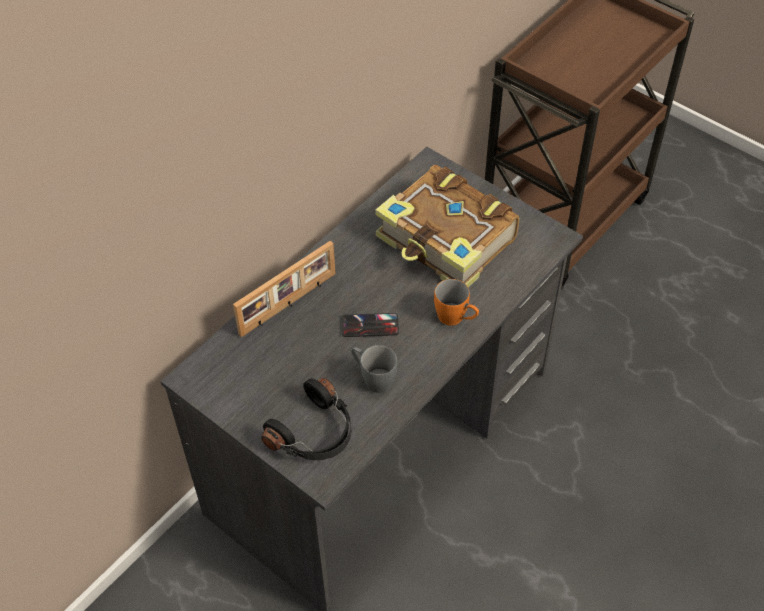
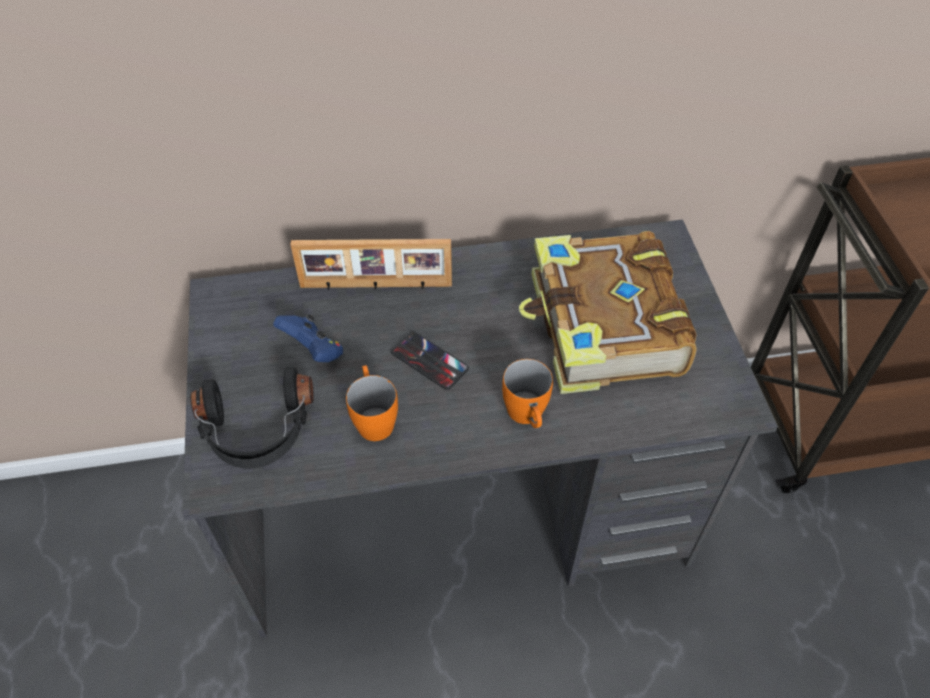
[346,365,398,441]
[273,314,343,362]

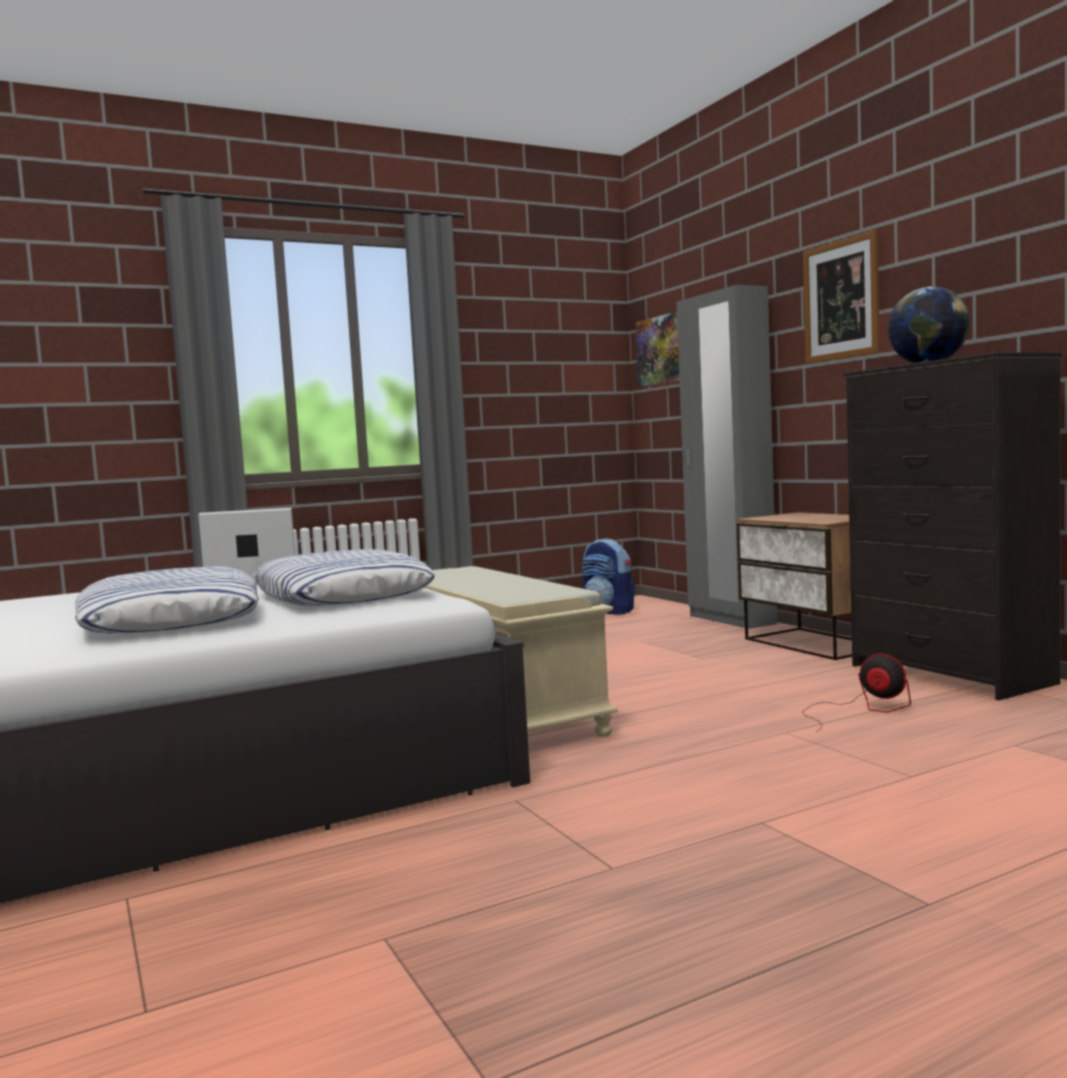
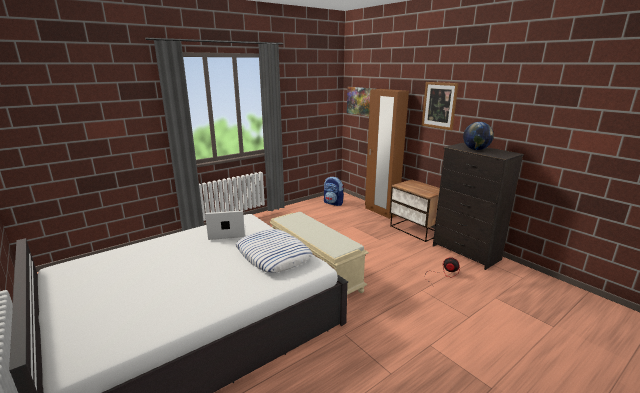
[365,89,409,219]
[75,566,259,633] (first image)

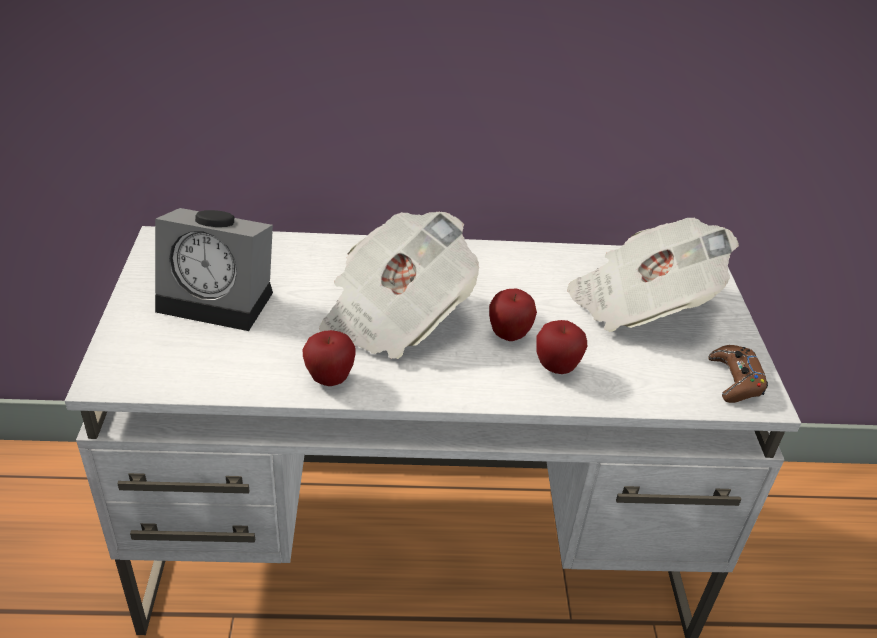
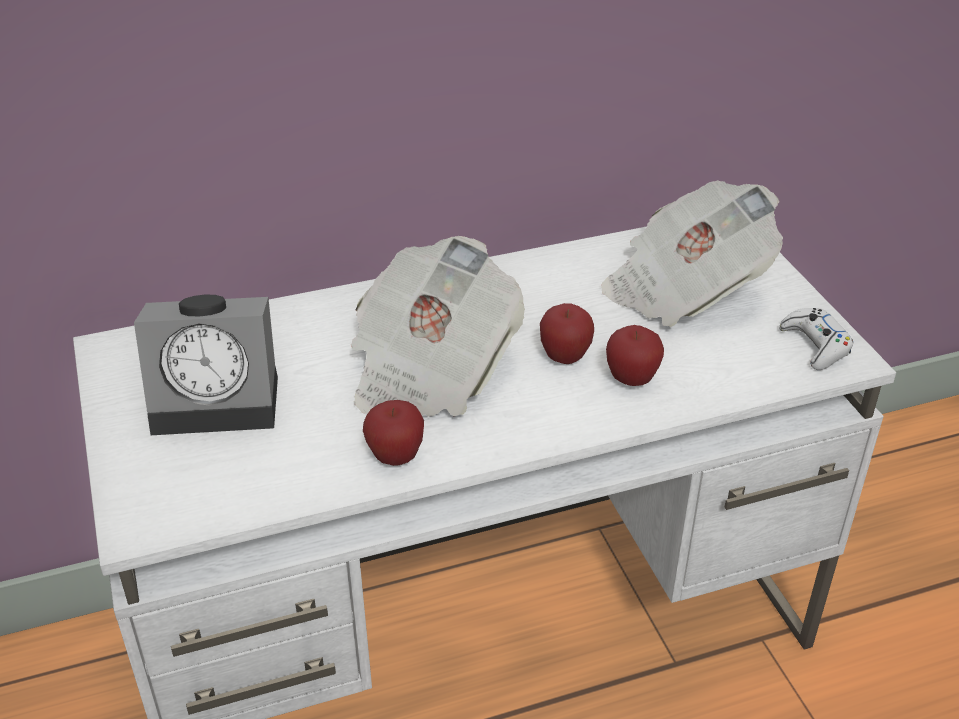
[779,308,853,370]

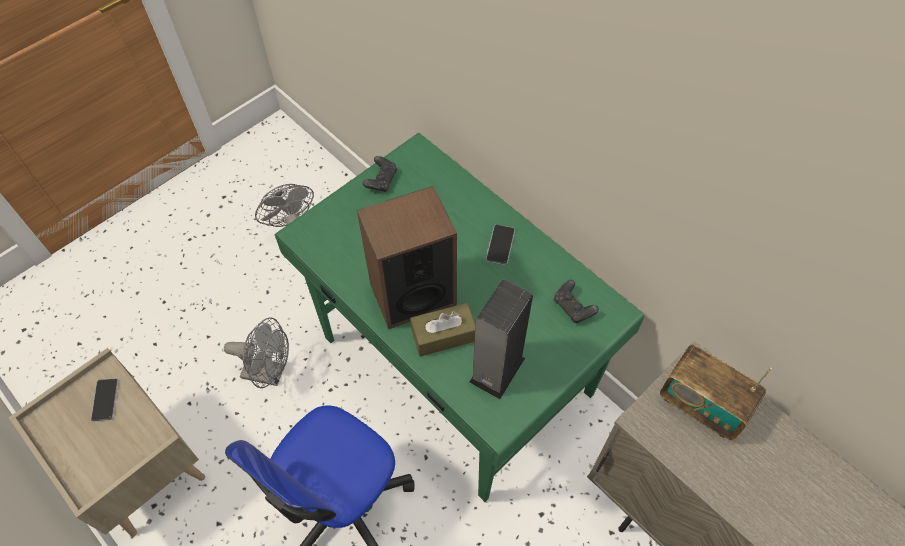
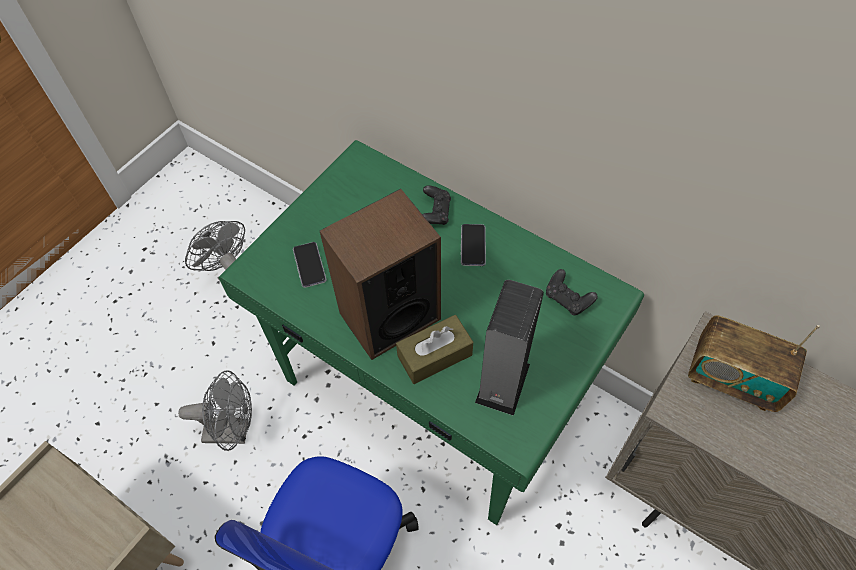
[422,186,451,225]
[293,242,327,288]

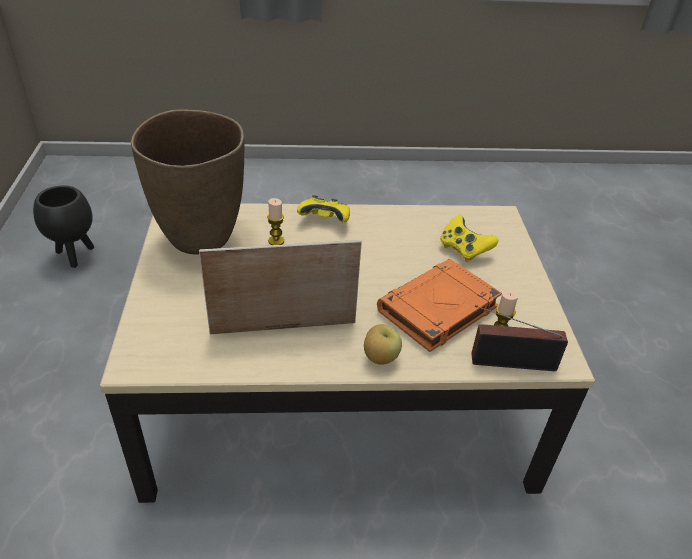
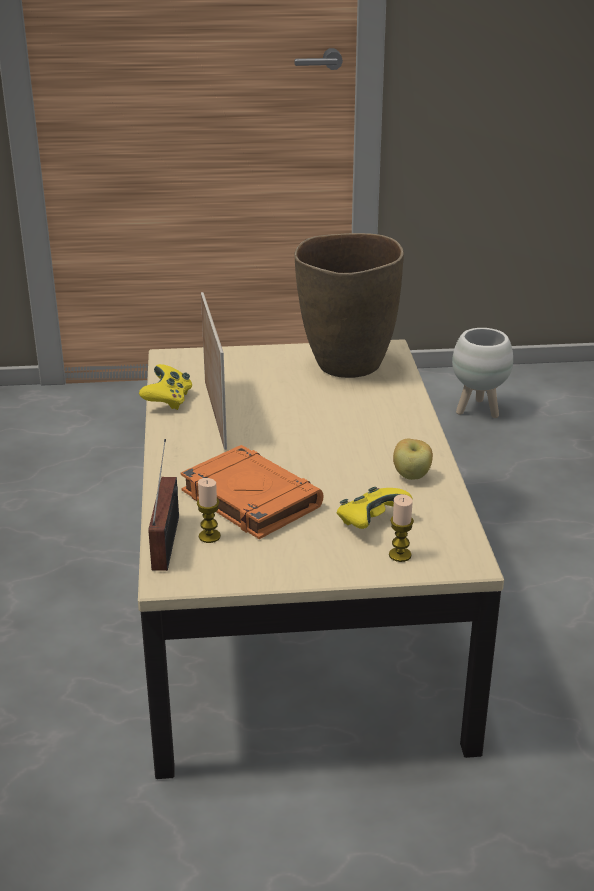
[452,328,513,418]
[139,364,192,410]
[389,494,414,562]
[393,439,433,480]

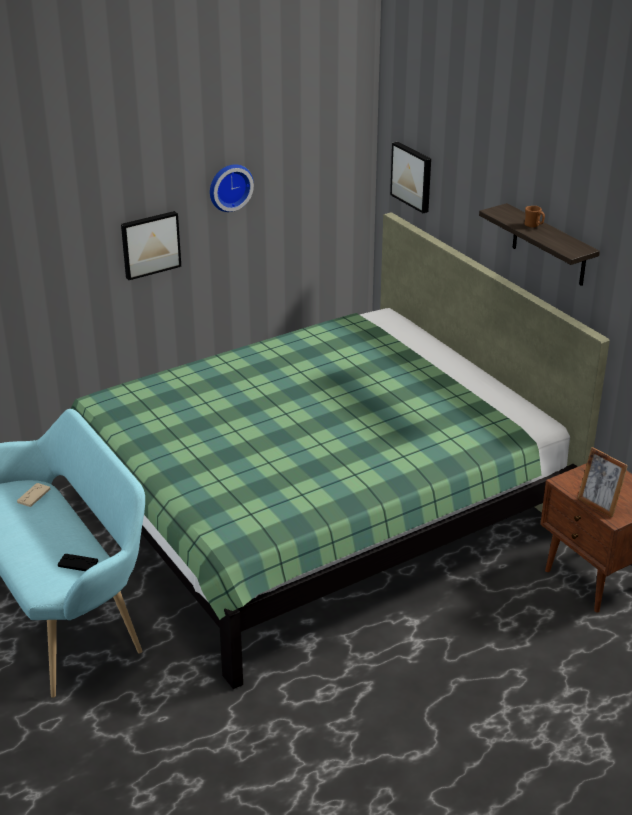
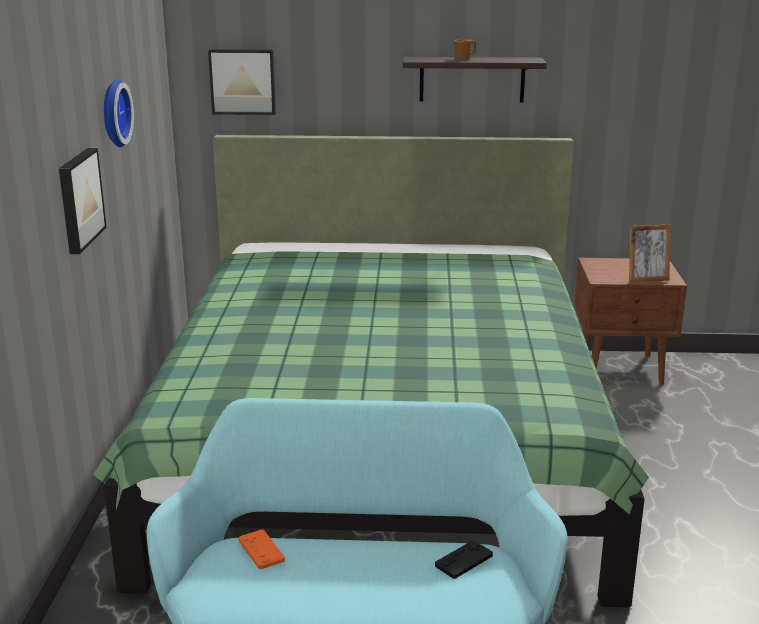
[238,529,285,569]

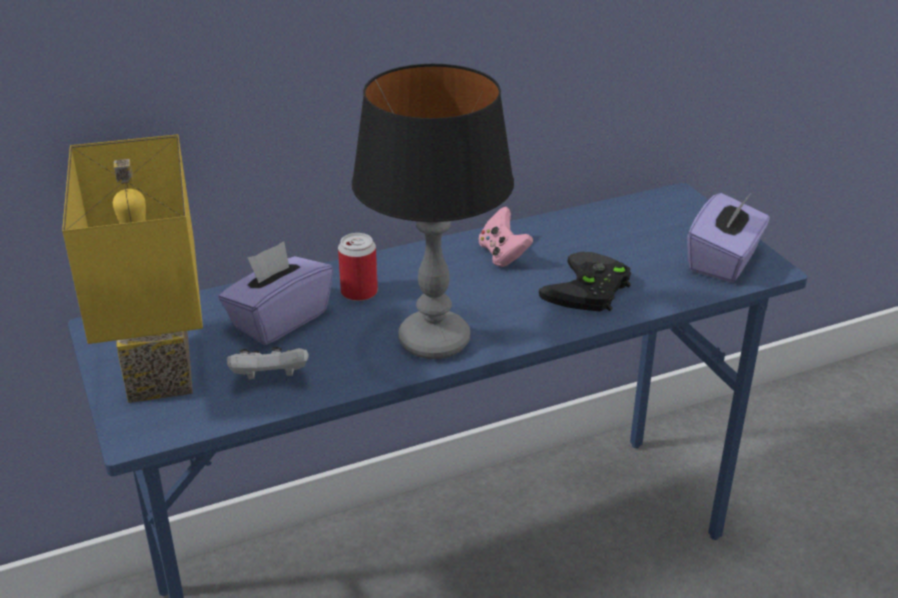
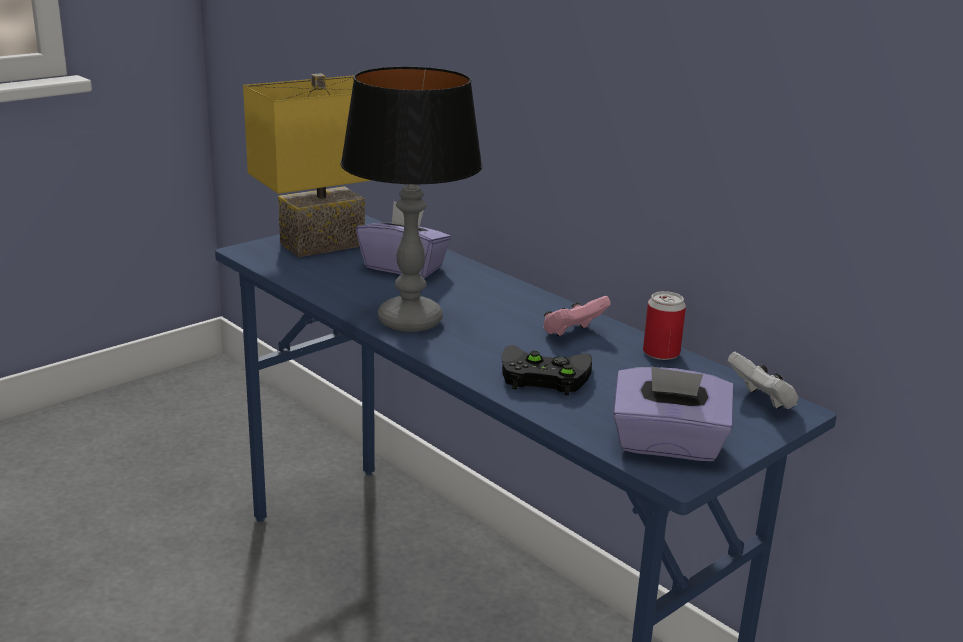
[643,291,686,360]
[727,352,798,409]

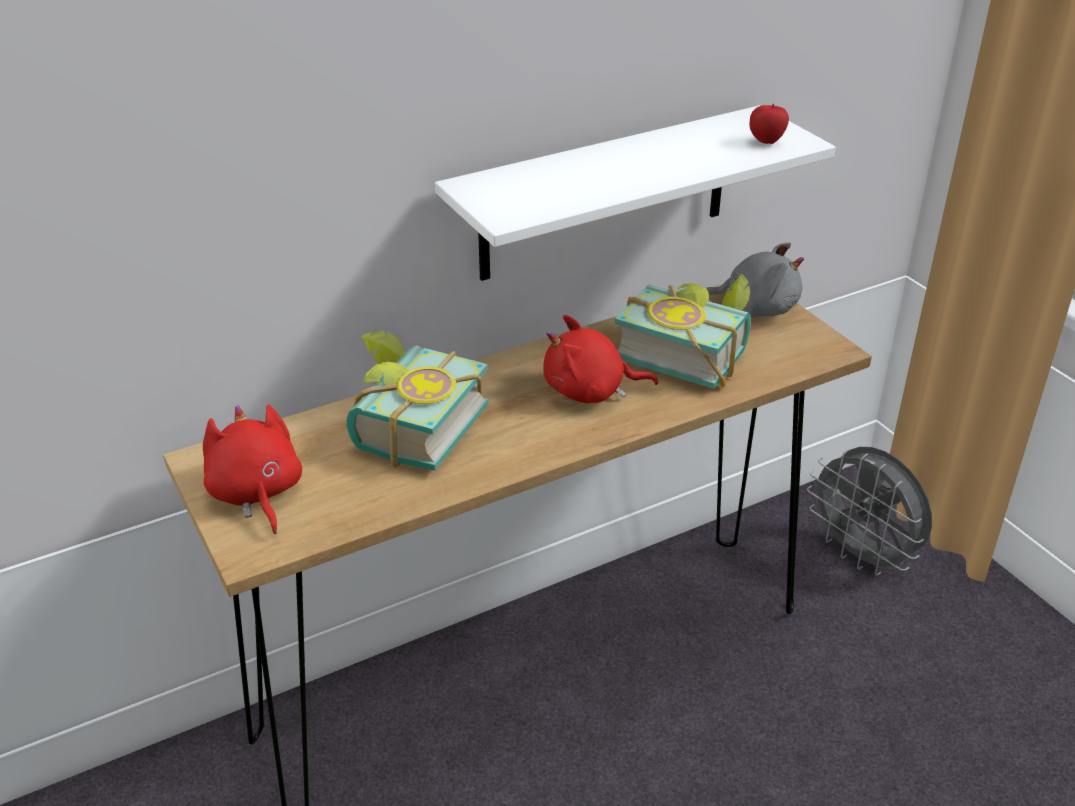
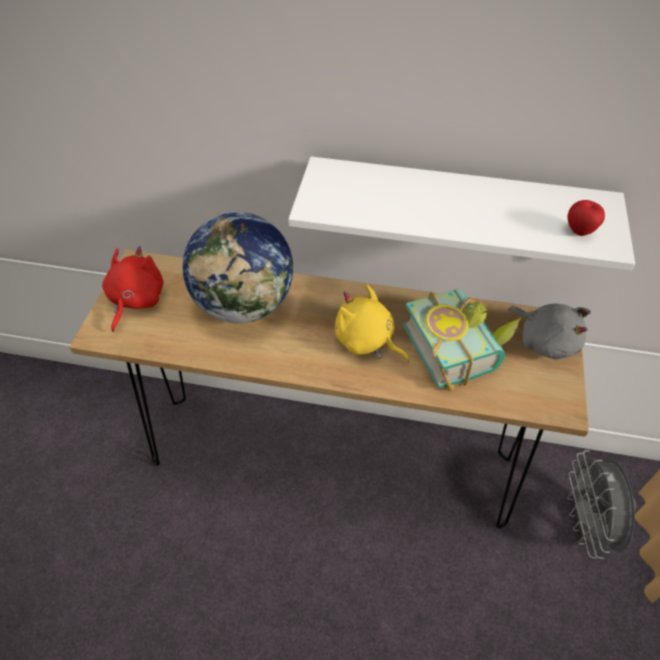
[335,285,409,362]
[182,212,293,323]

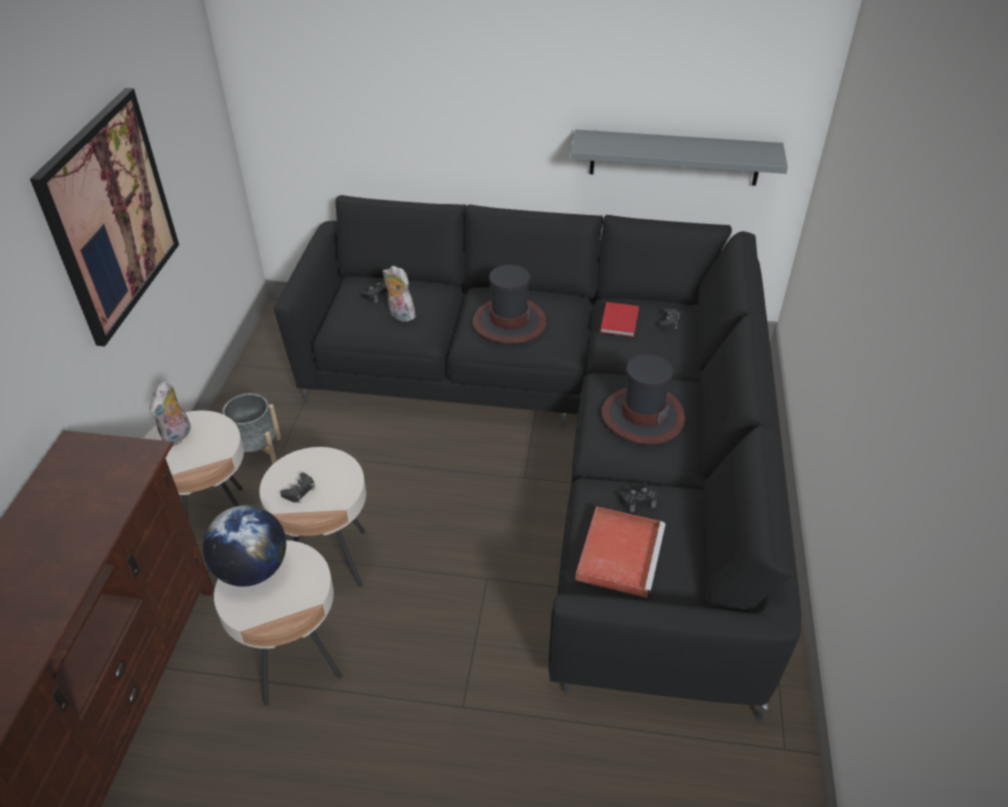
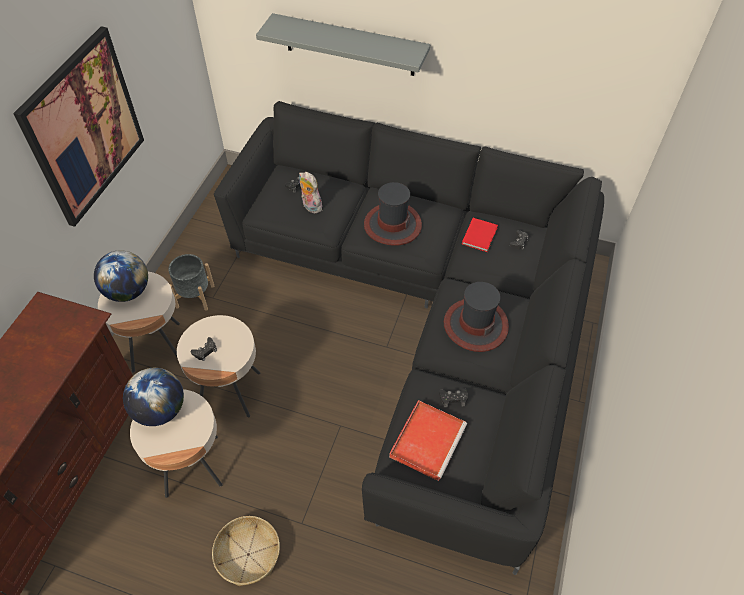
[256,13,430,76]
[94,250,148,302]
[212,516,280,586]

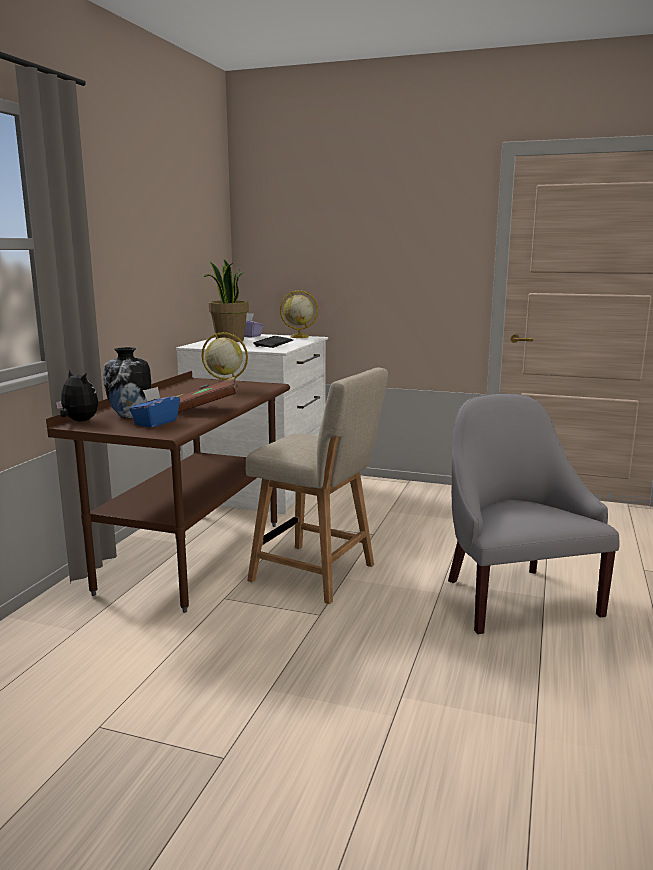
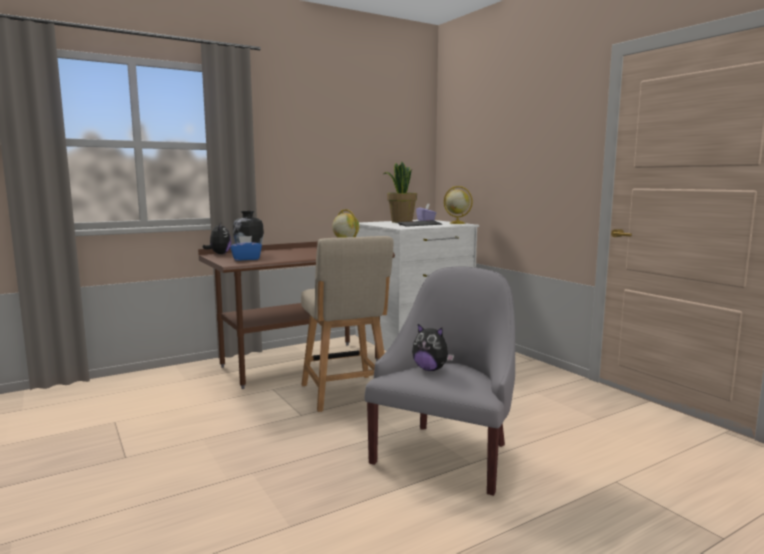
[175,377,238,413] (first image)
[412,324,454,371]

